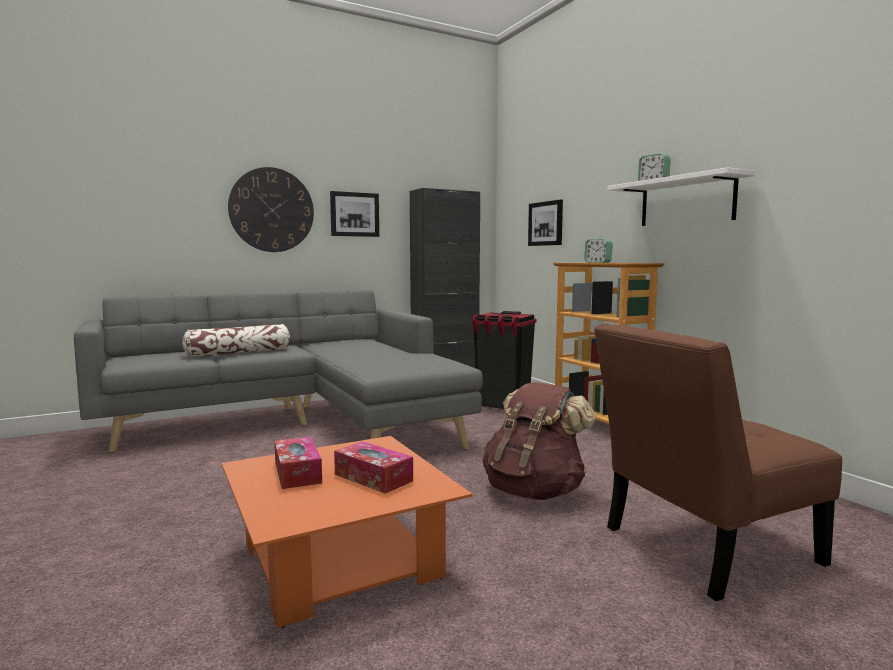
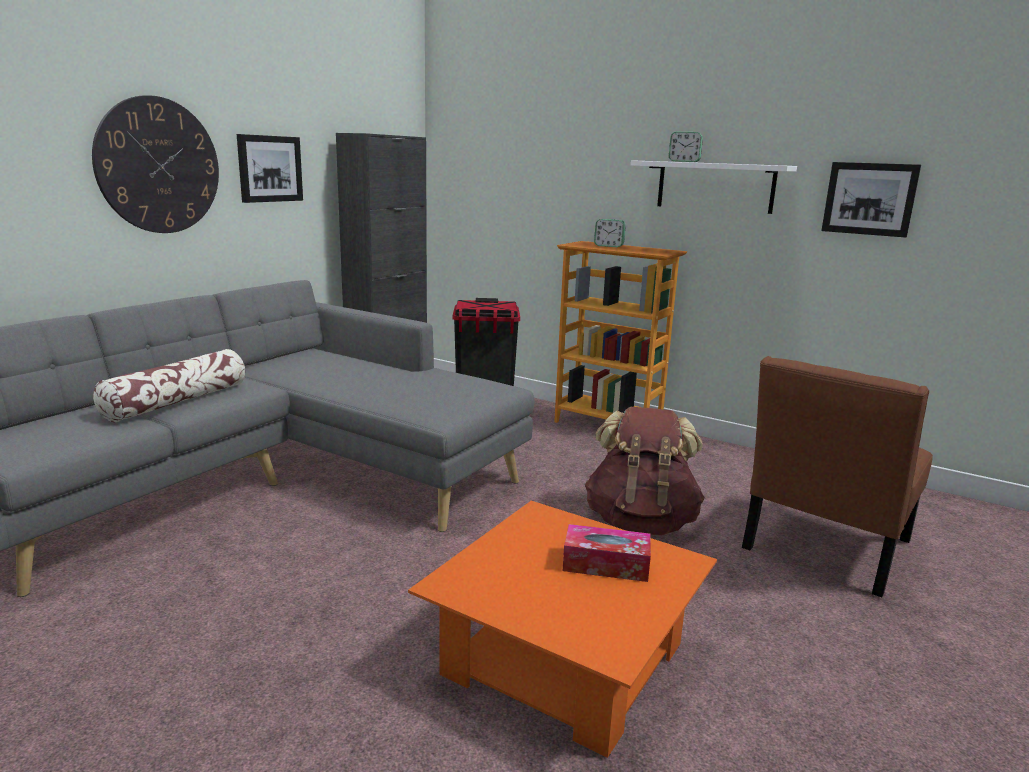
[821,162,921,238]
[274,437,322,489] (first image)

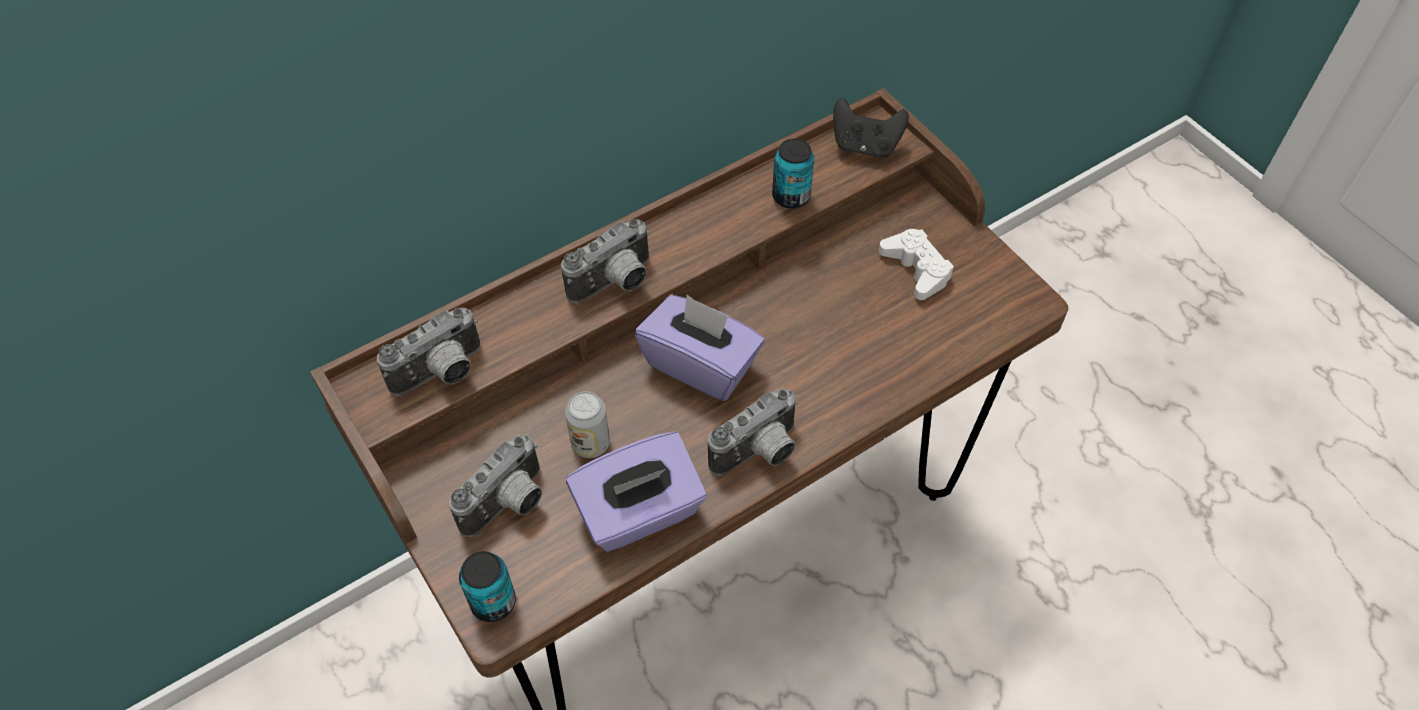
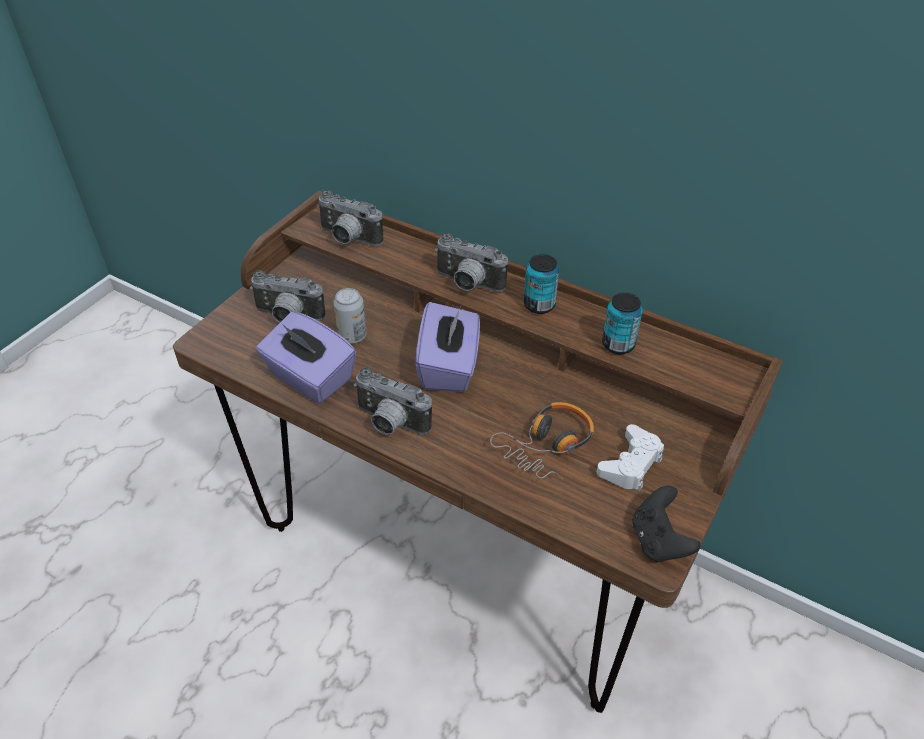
[632,485,701,562]
[524,254,559,314]
[490,402,594,479]

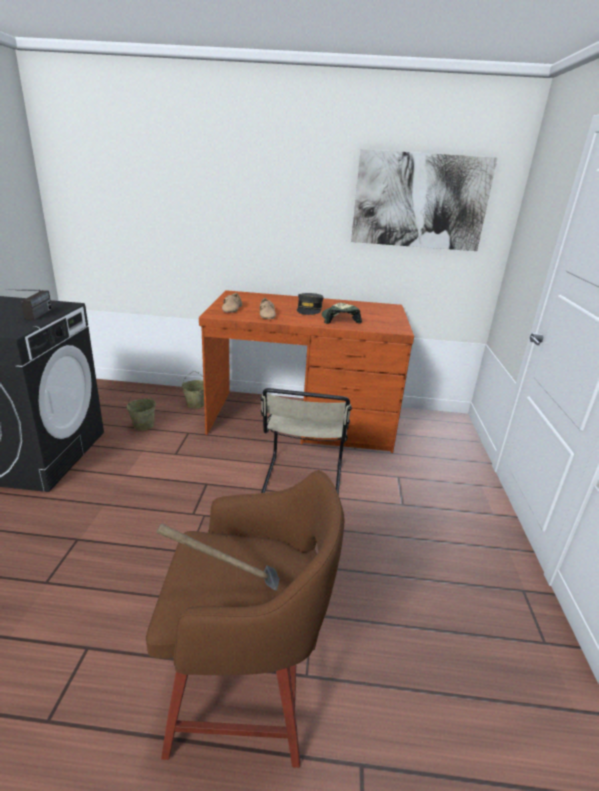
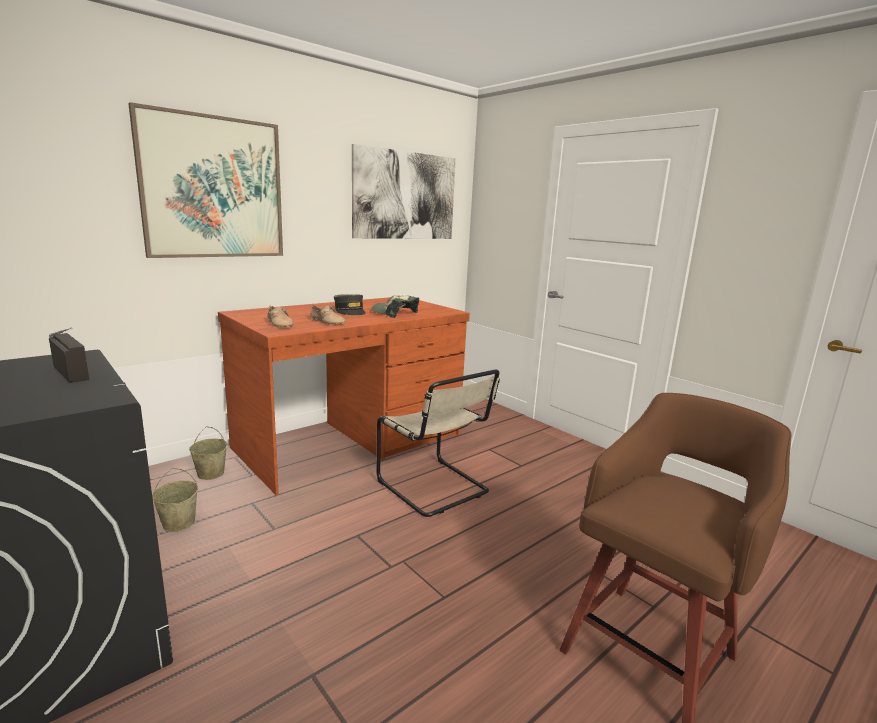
[157,523,280,591] (first image)
[128,102,283,258]

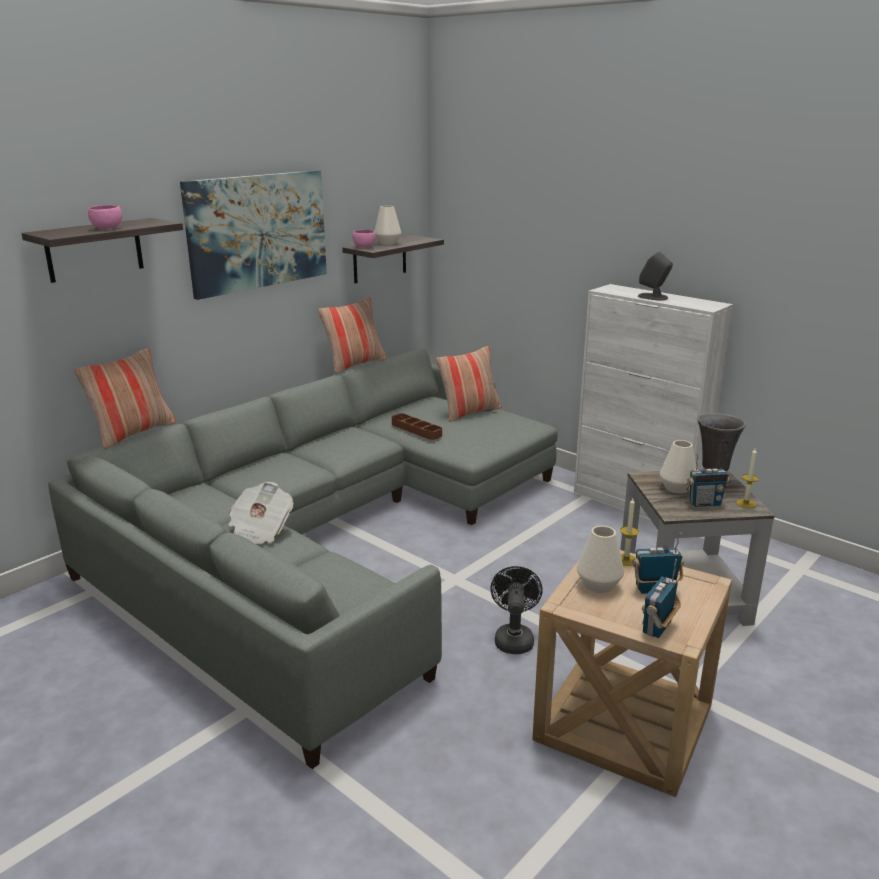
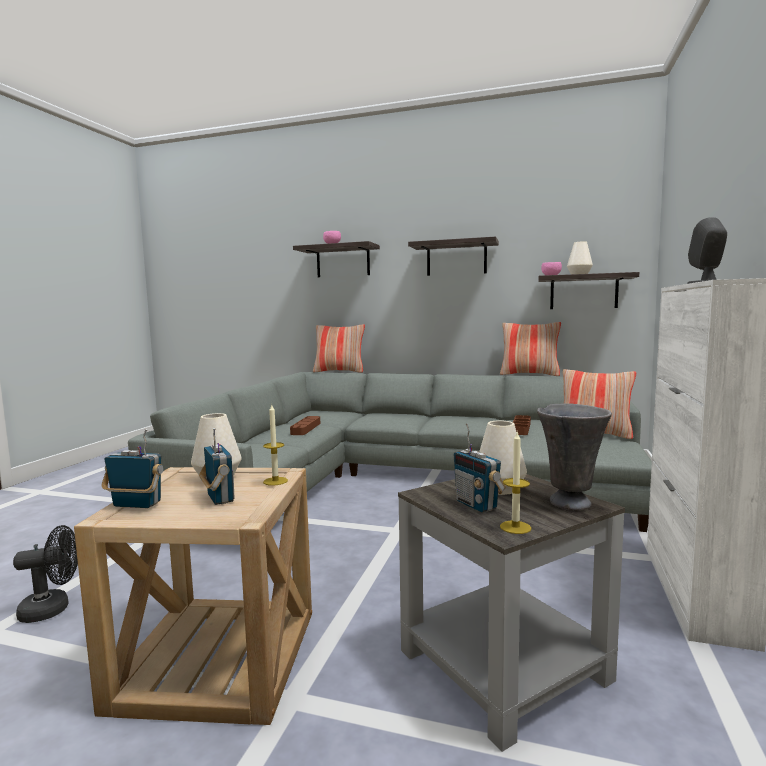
[408,237,499,276]
[290,416,320,435]
[13,525,78,623]

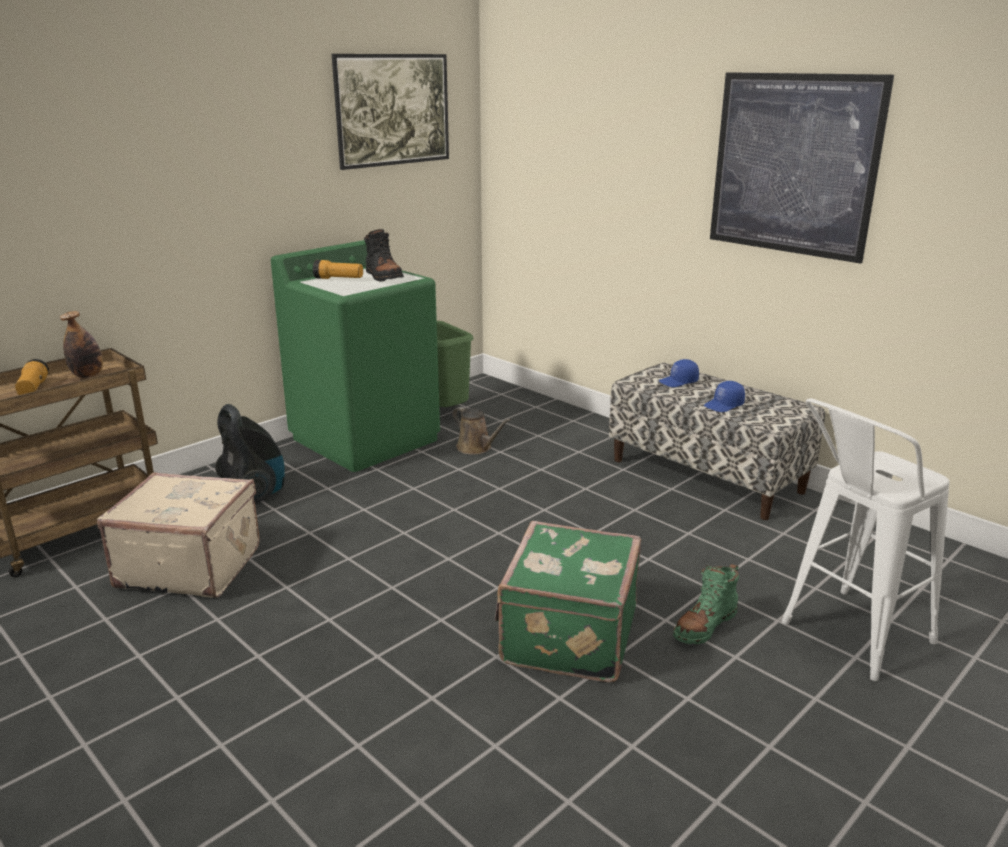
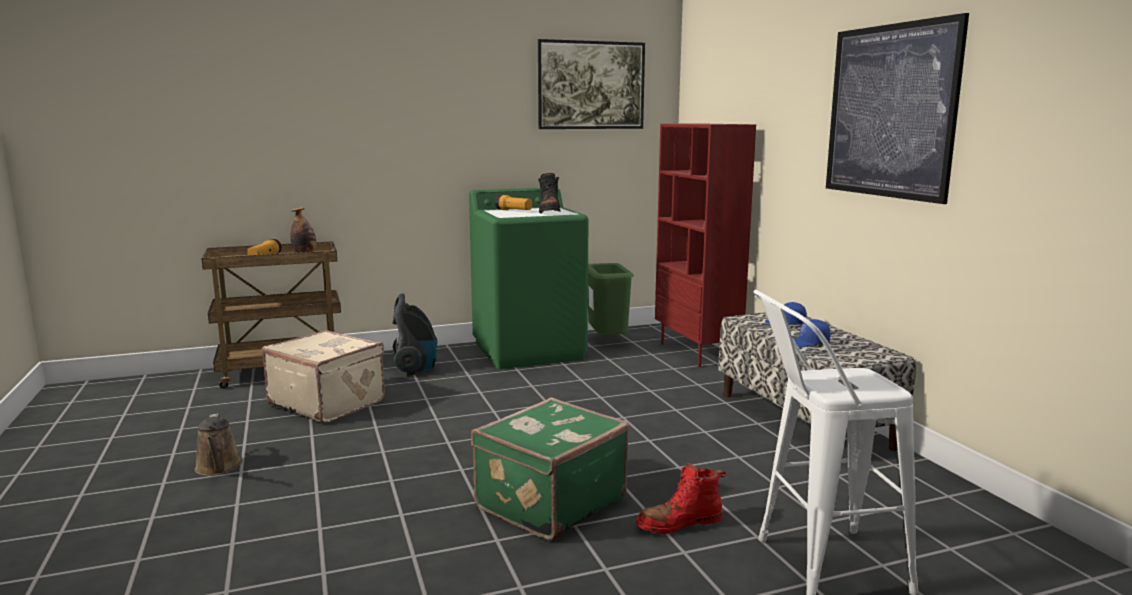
[195,413,243,476]
[636,462,726,534]
[655,123,756,367]

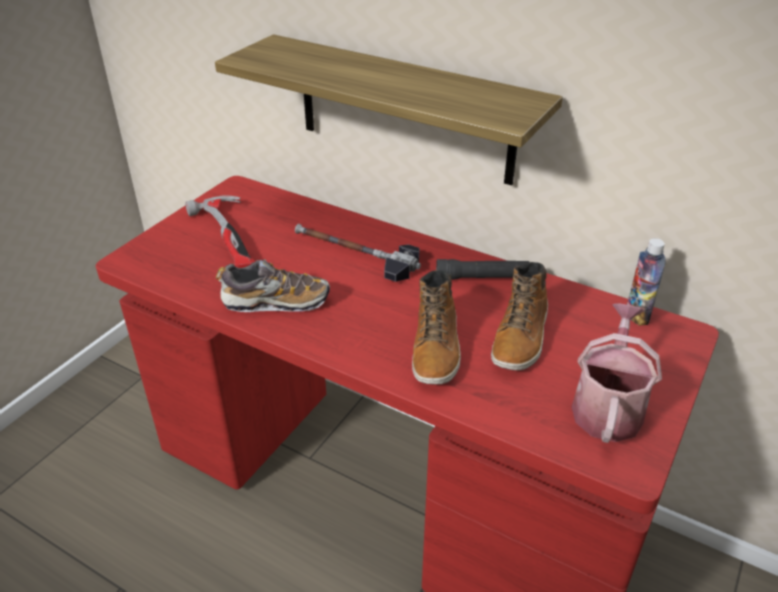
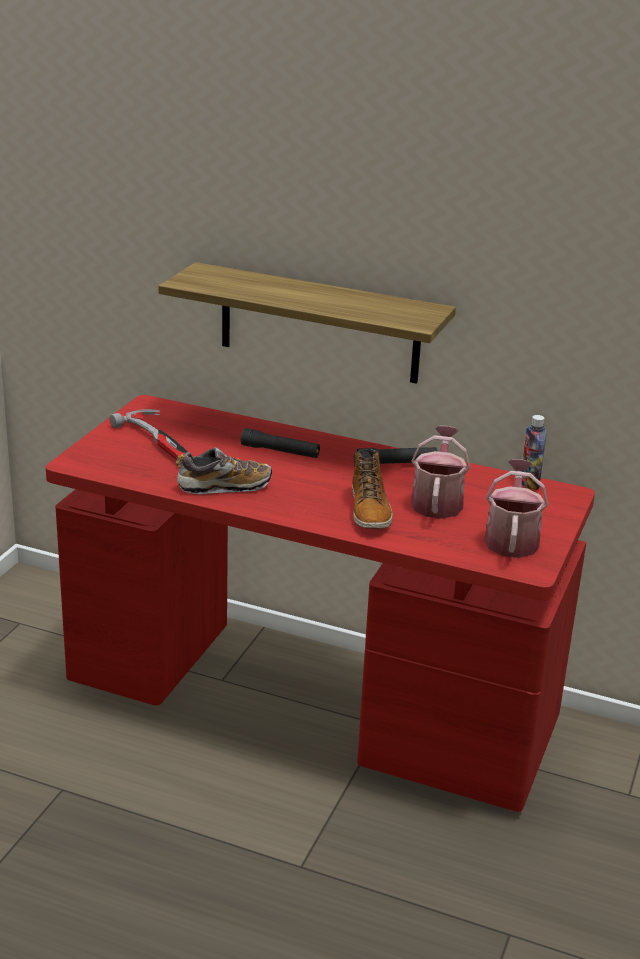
[241,428,320,458]
[411,426,470,519]

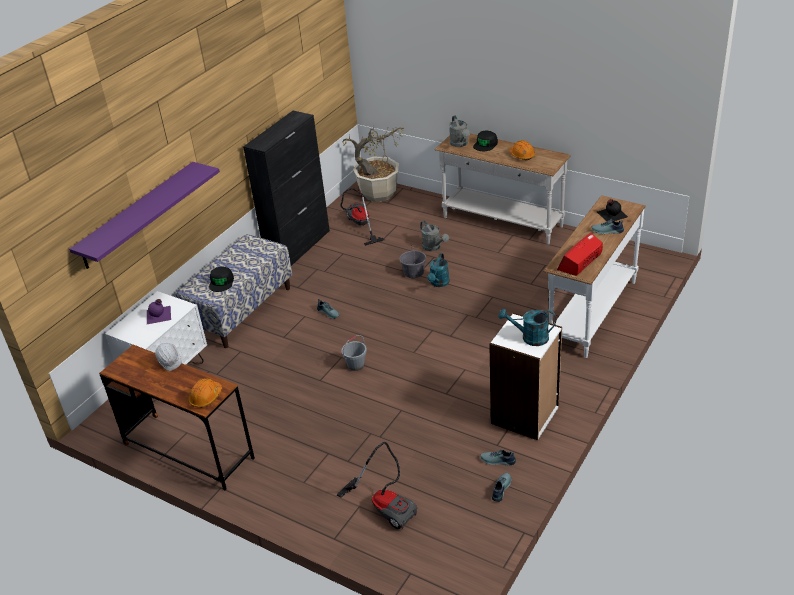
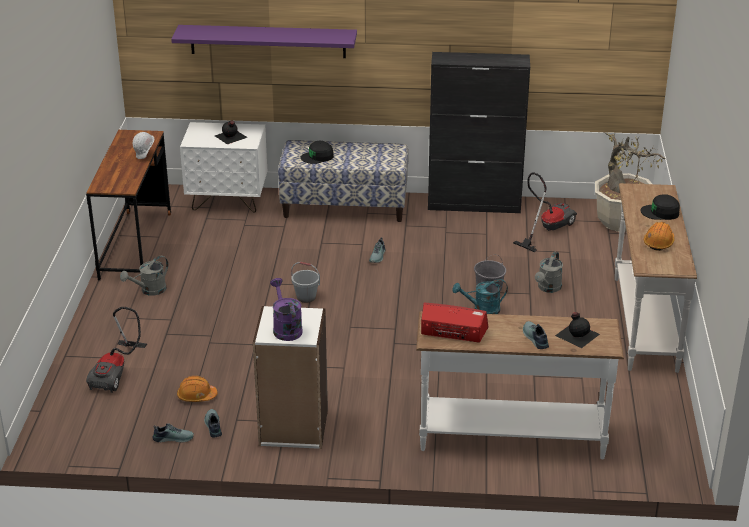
[120,256,168,296]
[215,120,248,145]
[270,278,303,341]
[177,376,218,402]

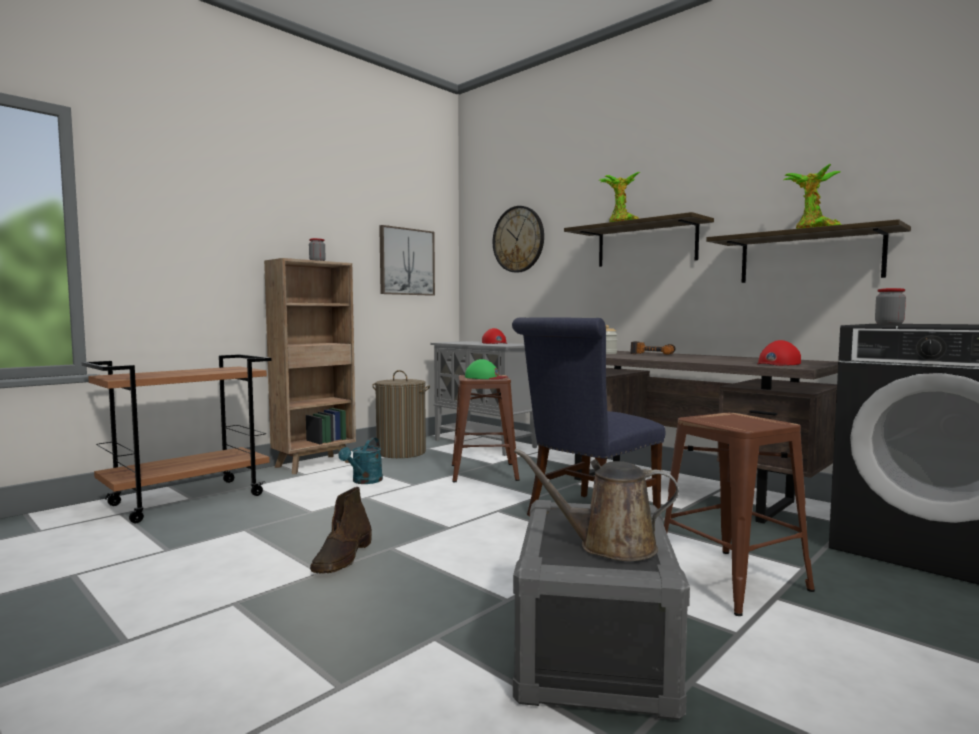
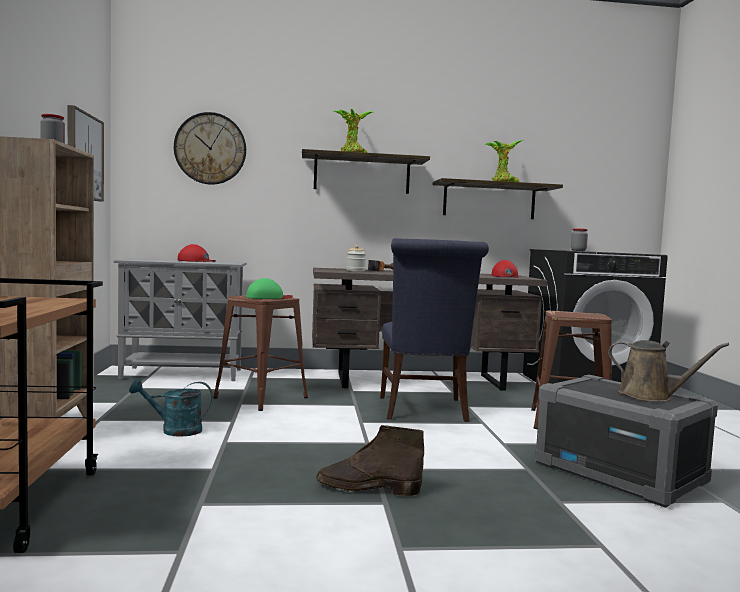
[372,370,430,458] (first image)
[129,379,213,437]
[608,340,729,402]
[316,425,424,496]

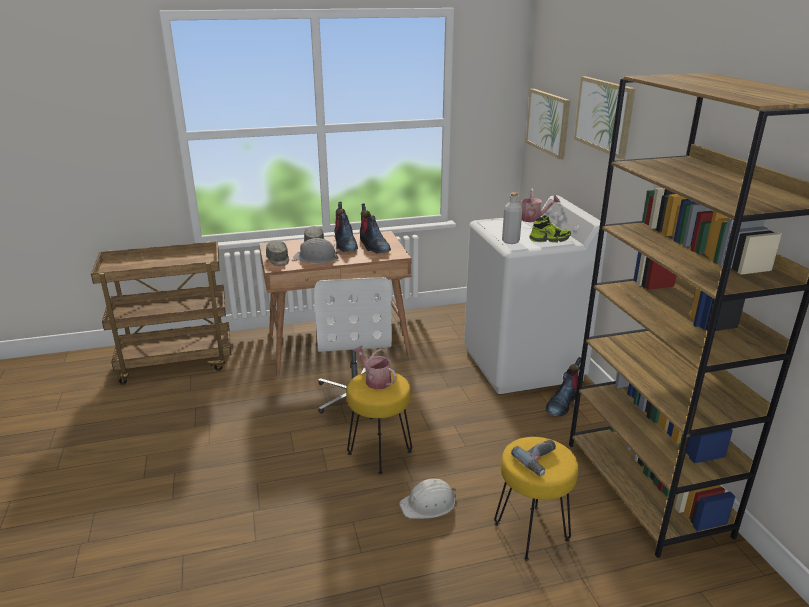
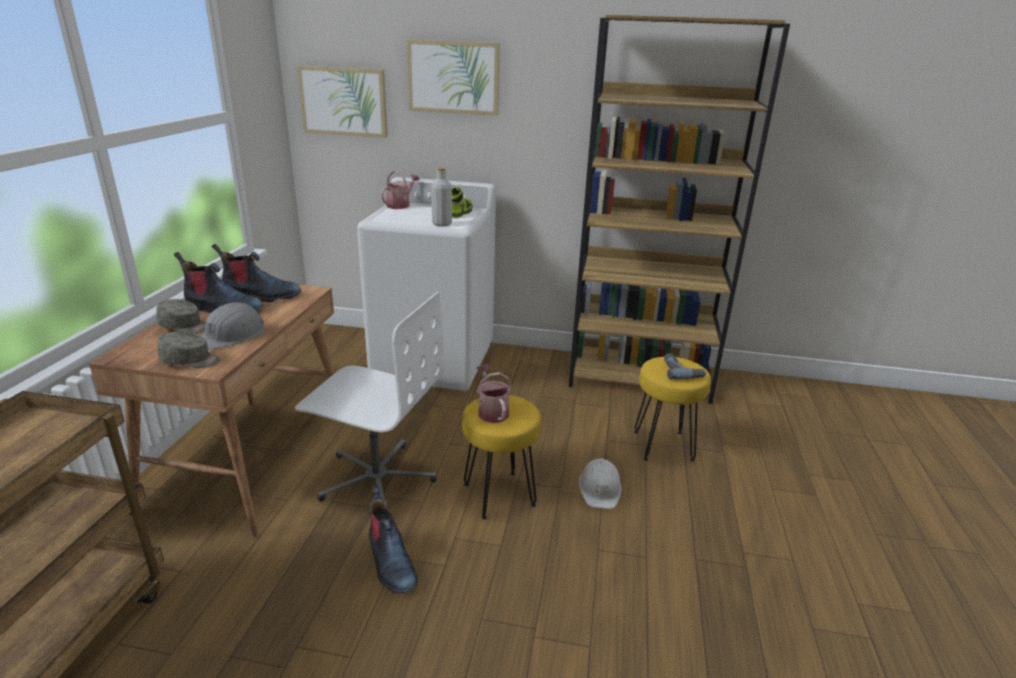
[477,365,512,423]
[369,486,418,593]

